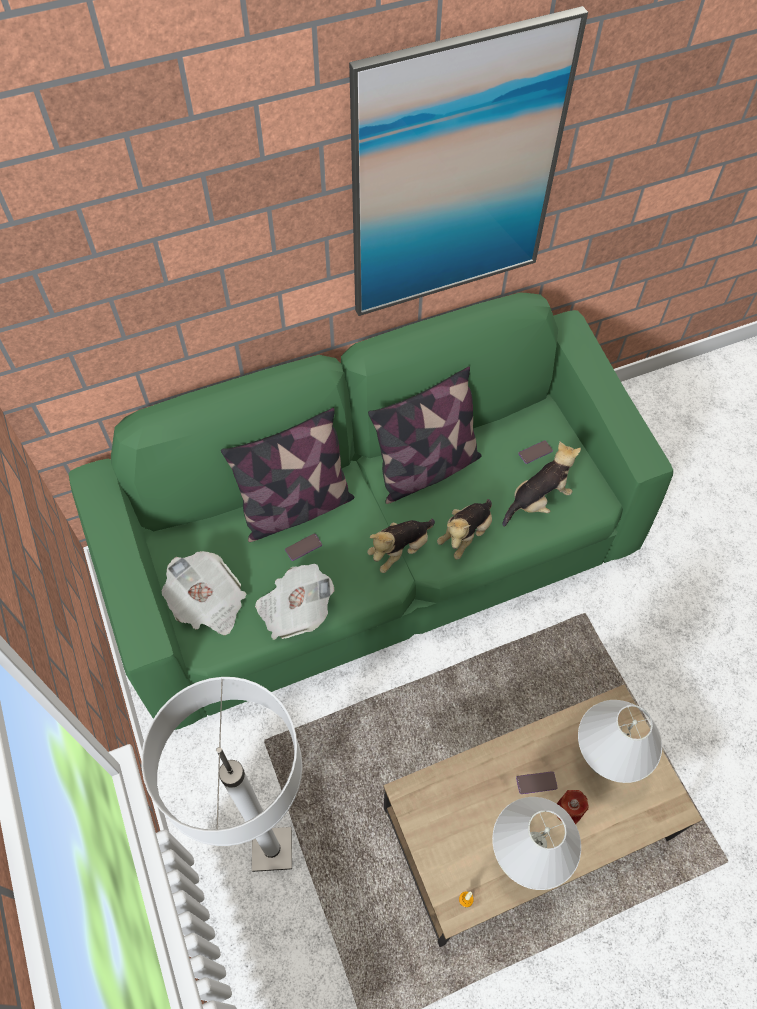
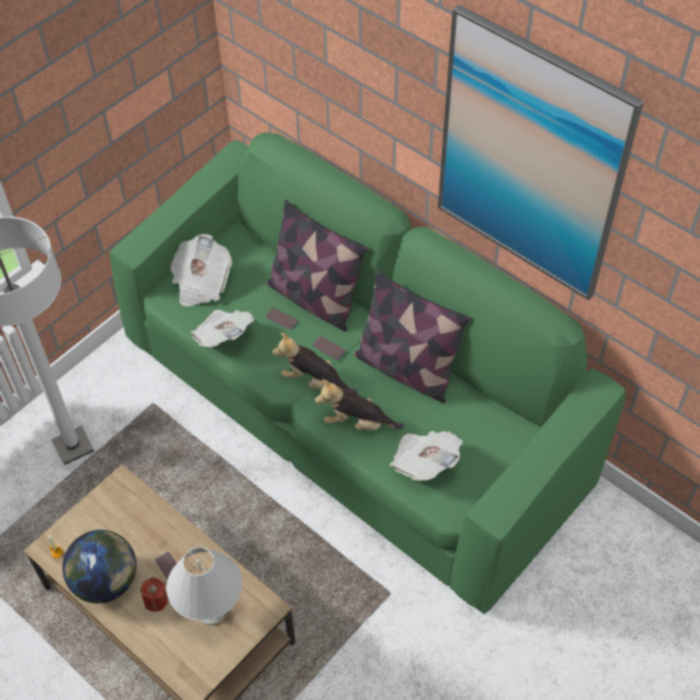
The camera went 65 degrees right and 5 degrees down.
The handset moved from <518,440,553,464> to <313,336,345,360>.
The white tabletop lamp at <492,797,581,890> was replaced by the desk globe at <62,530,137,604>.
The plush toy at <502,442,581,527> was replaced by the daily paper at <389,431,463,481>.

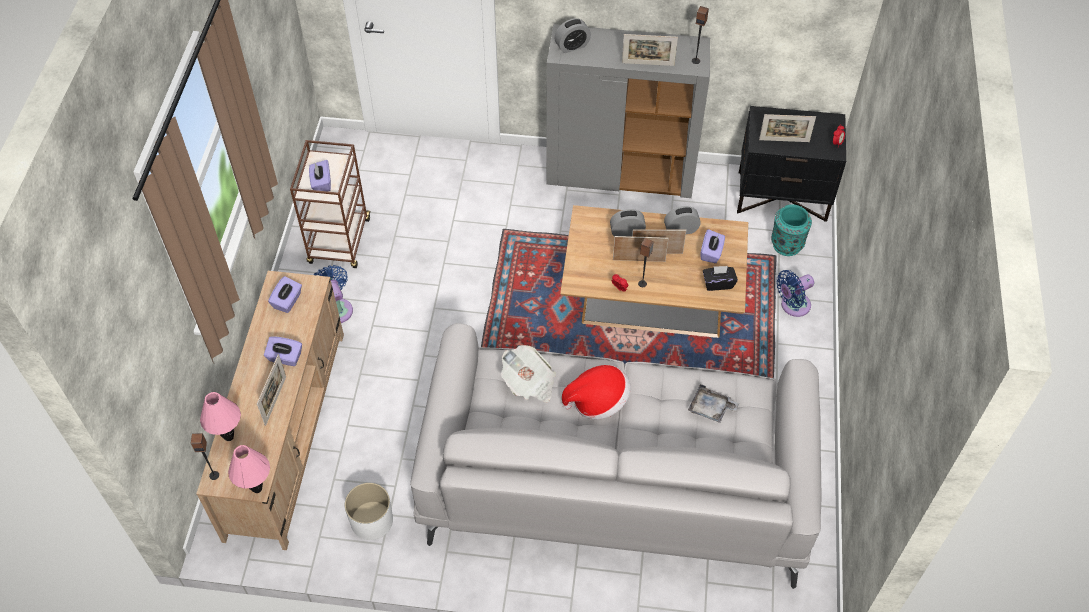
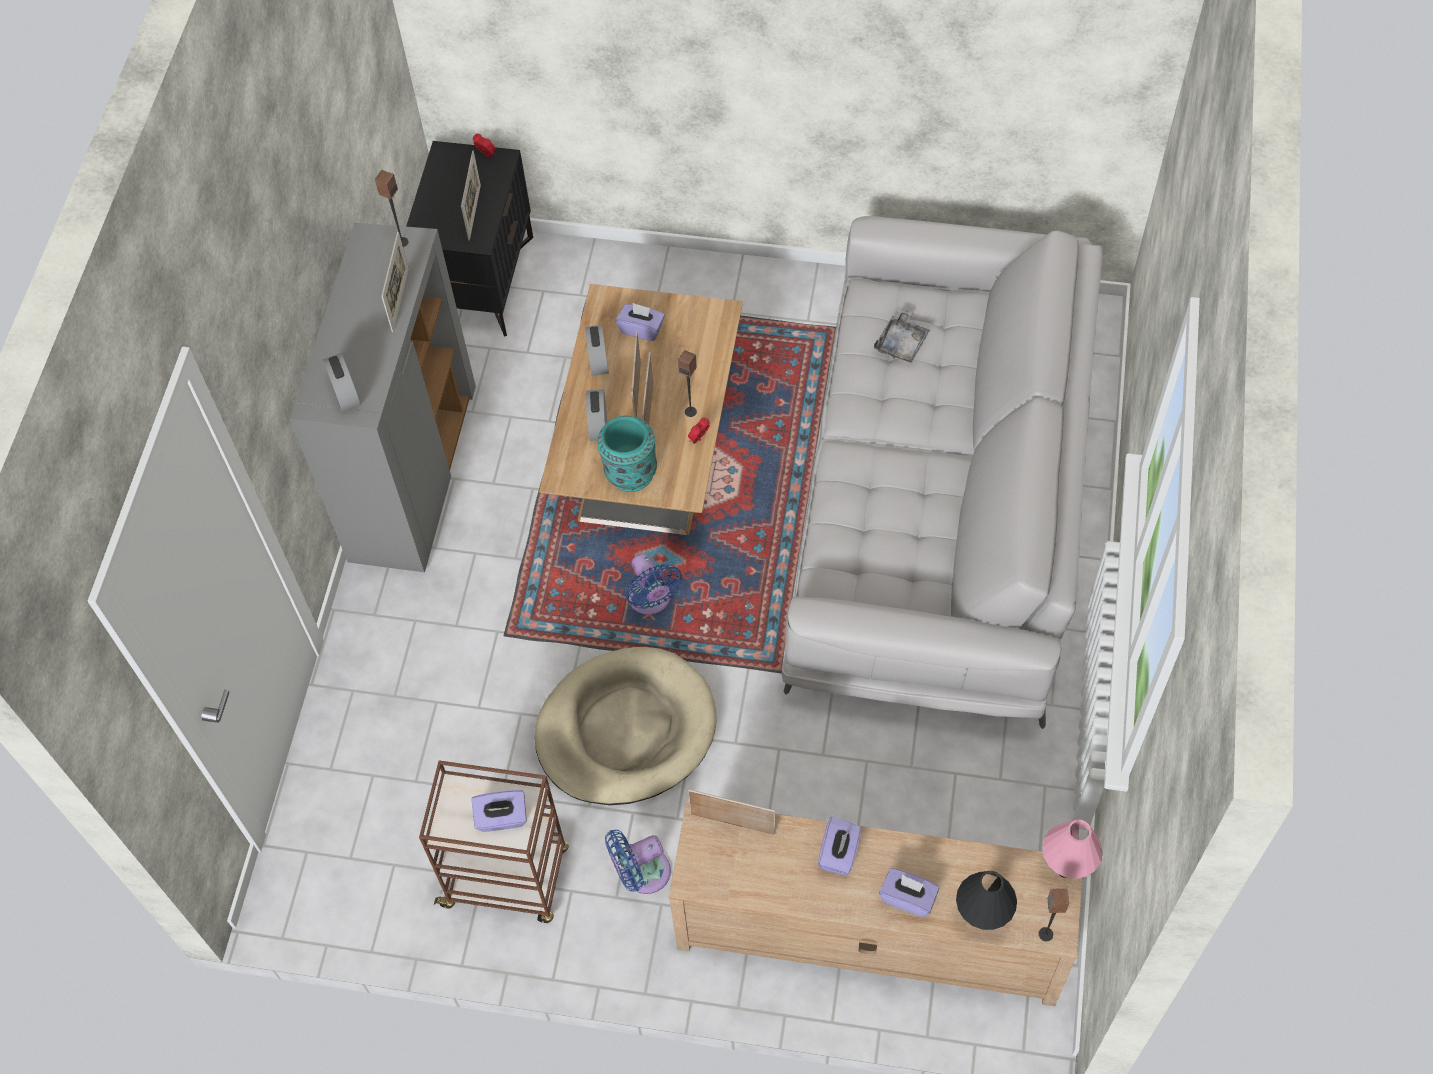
The camera went 85 degrees left and 5 degrees up.
The white flower pot at <345,483,393,540> disappeared.
The daily paper at <501,345,556,403> disappeared.
The clothing hat at <562,365,631,420> disappeared.
The black tissue box at <703,266,738,291> disappeared.
The beige-coloured dog cushion at <535,647,717,805> appeared.
The photo frame moved from <257,354,286,426> to <688,789,775,835>.
The purple-coloured tissue box moved from <268,276,302,313> to <879,868,939,918>.
The turquoise-coloured decorative vase moved from <771,205,812,256> to <597,415,657,492>.
The bluish fan moved from <776,270,814,317> to <626,553,683,615>.
The pink-coloured tabletop lamp at <200,392,241,441> became the black tabletop lamp at <956,871,1017,930>.

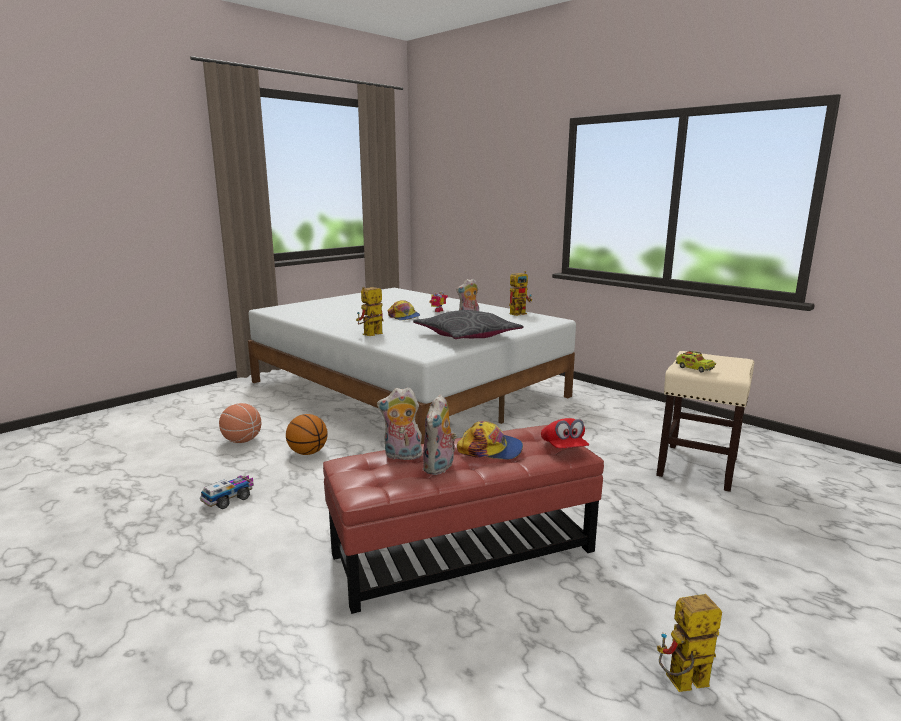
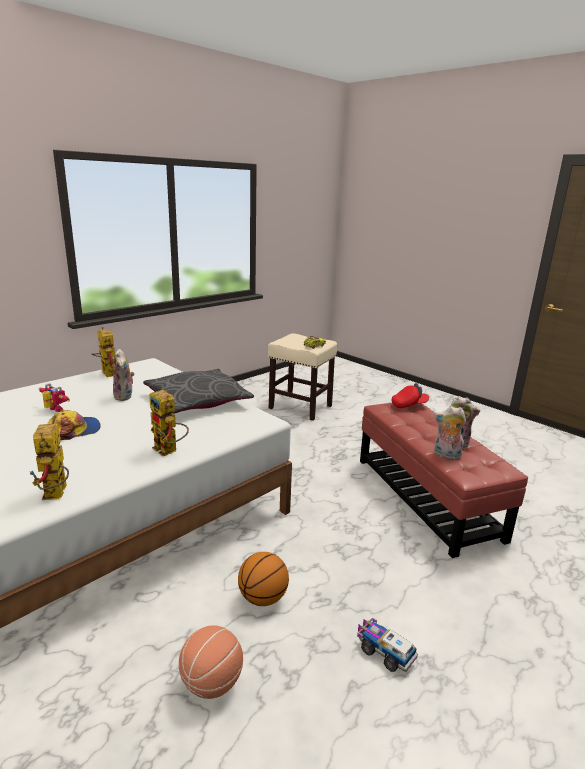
The camera went 90 degrees left and 5 degrees up.
The baseball cap at <457,421,523,460> disappeared.
The robot figure moved from <657,594,722,692> to <29,424,69,500>.
The plush toy at <377,387,422,462> turned 105 degrees clockwise.

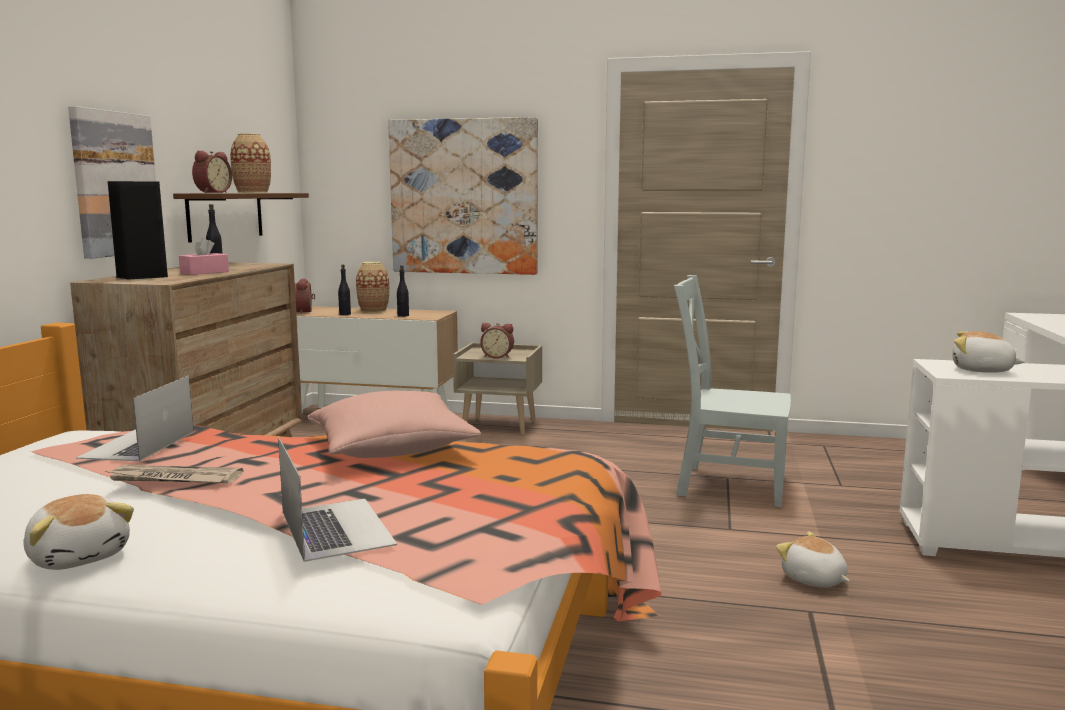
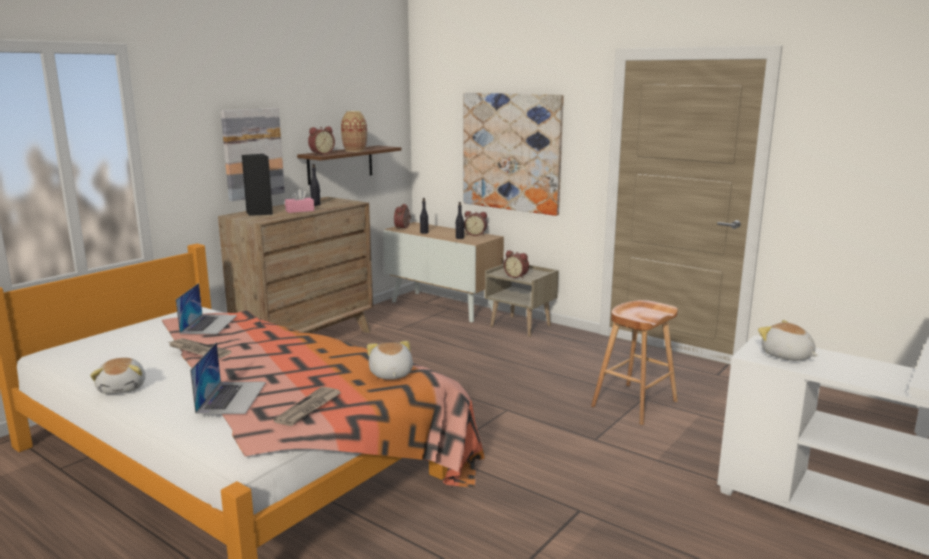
The camera went 25 degrees right and 5 degrees up.
The pink-coloured cushion at <307,391,481,458> disappeared.
The decorative vase at <356,262,389,313> disappeared.
The daily paper at <274,387,341,426> appeared.
The alarm clock at <464,211,487,236> appeared.
The plush toy moved from <776,531,850,587> to <367,341,413,380>.
The grey chair at <674,275,791,507> was replaced by the brownish sitting stool at <591,300,678,425>.
The notebook computer at <76,376,194,461> turned 150 degrees clockwise.

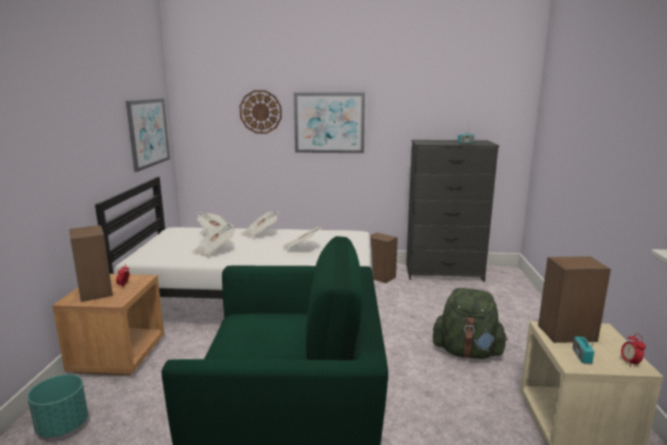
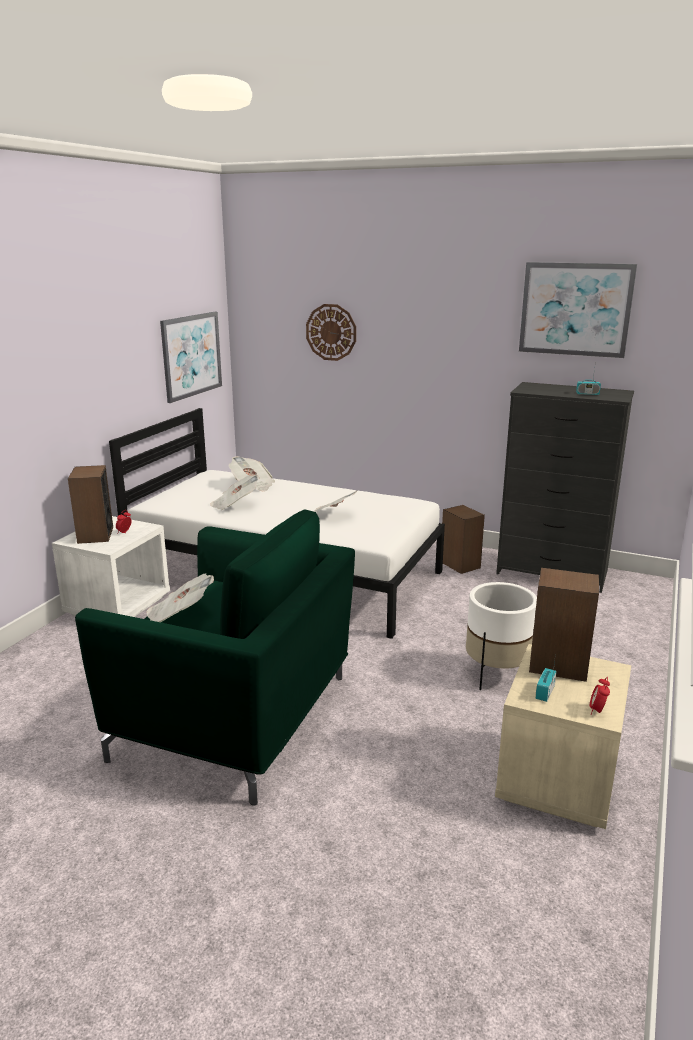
The camera went 20 degrees right and 5 degrees up.
The turquoise-coloured flower pot at <27,375,88,438> disappeared.
The daily paper moved from <240,211,279,237> to <146,573,214,622>.
The wall picture moved from <294,92,365,153> to <519,262,637,358>.
The green backpack at <433,288,508,359> was replaced by the white flower pot at <466,582,537,690>.
The brownish bedside table at <52,274,165,375> became the white bedside table at <52,516,170,617>.

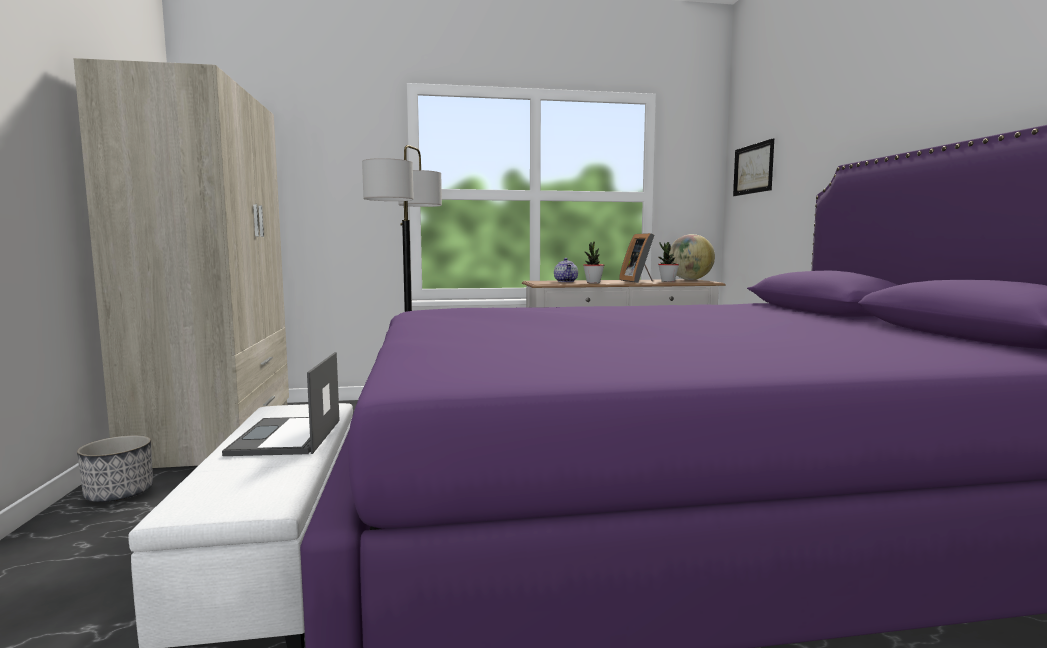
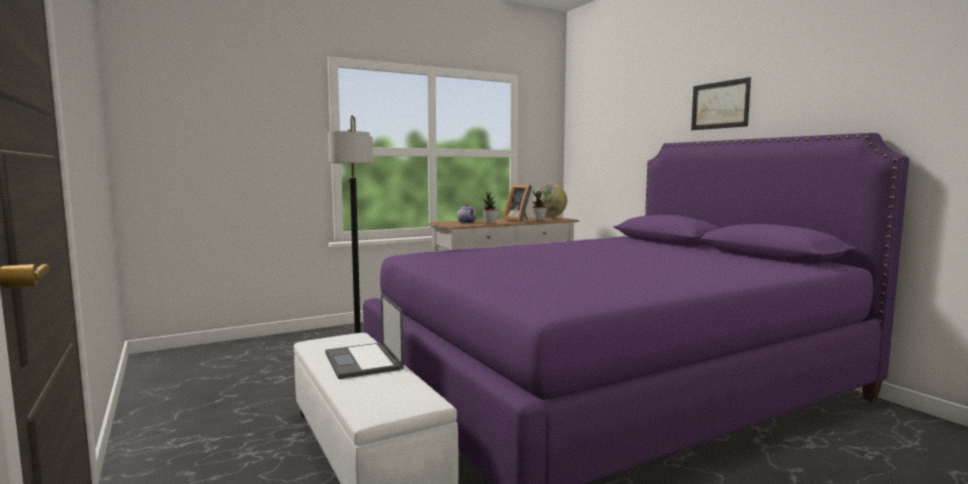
The camera went 20 degrees left and 0 degrees up.
The beige-coloured wardrobe at <73,58,289,468> disappeared.
The flower pot at <77,435,153,502> disappeared.
The wall picture moved from <733,138,774,196> to <691,77,751,130>.

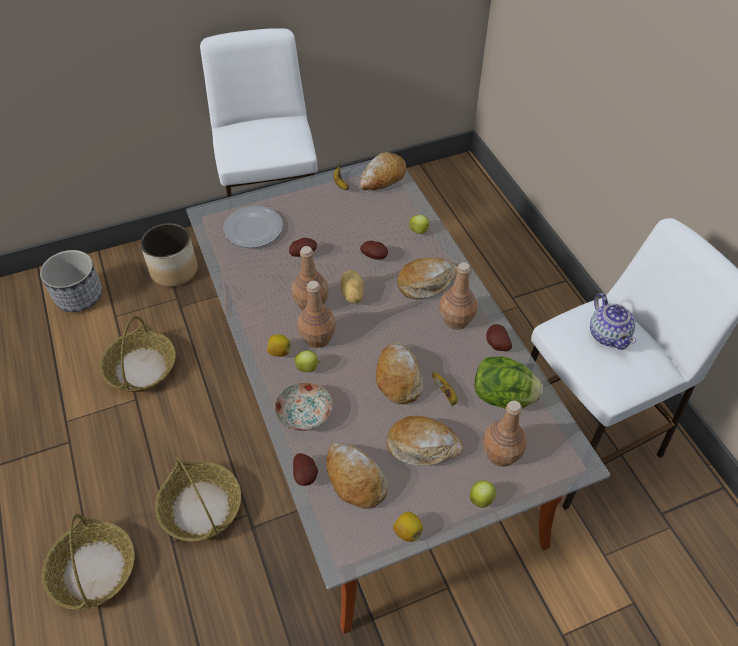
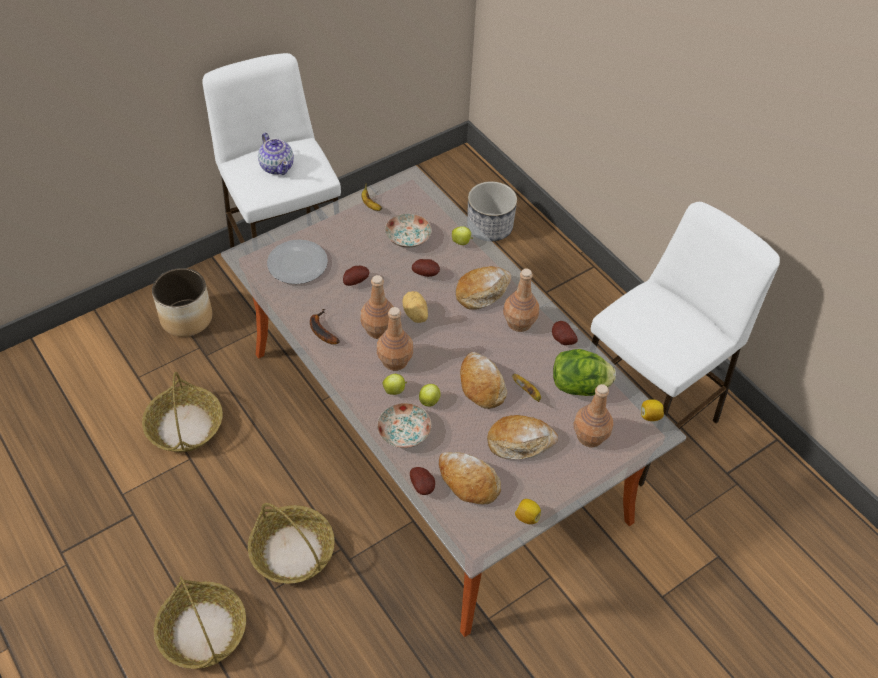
The camera went 15 degrees left and 0 degrees up.
The bakery bread at <360,152,406,190> disappeared.
The whole banana at <310,309,339,344> appeared.
The dinner plate at <385,214,432,248> appeared.
The flower pot moved from <40,250,102,312> to <467,181,517,241>.
The lemon moved from <267,334,291,357> to <641,399,664,421>.
The whole apple moved from <470,481,496,508> to <419,384,441,406>.
The tea pot moved from <590,293,636,350> to <258,133,294,175>.

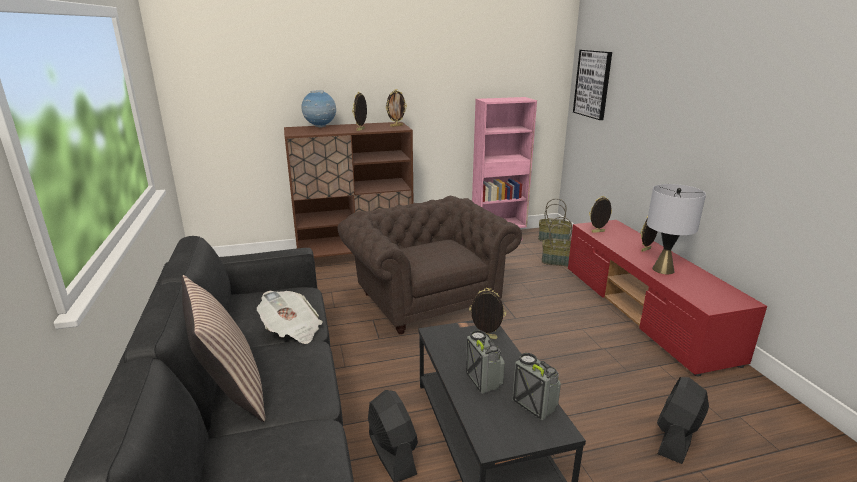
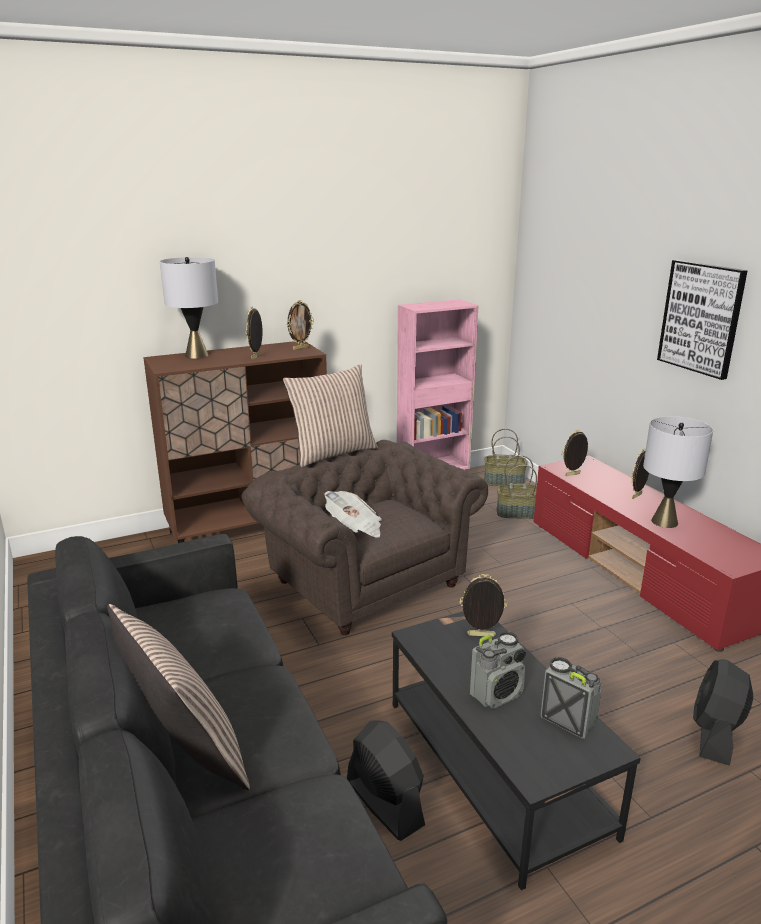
The camera went 10 degrees left and 0 degrees up.
The cushion at <283,364,378,467> appeared.
The daily paper moved from <257,291,322,344> to <325,491,382,537>.
The wall picture moved from <573,50,612,120> to <657,260,748,380>.
The desk globe at <302,90,336,127> was replaced by the grey tabletop lamp at <160,257,218,359>.
The radio receiver at <466,330,505,394> turned 90 degrees clockwise.

